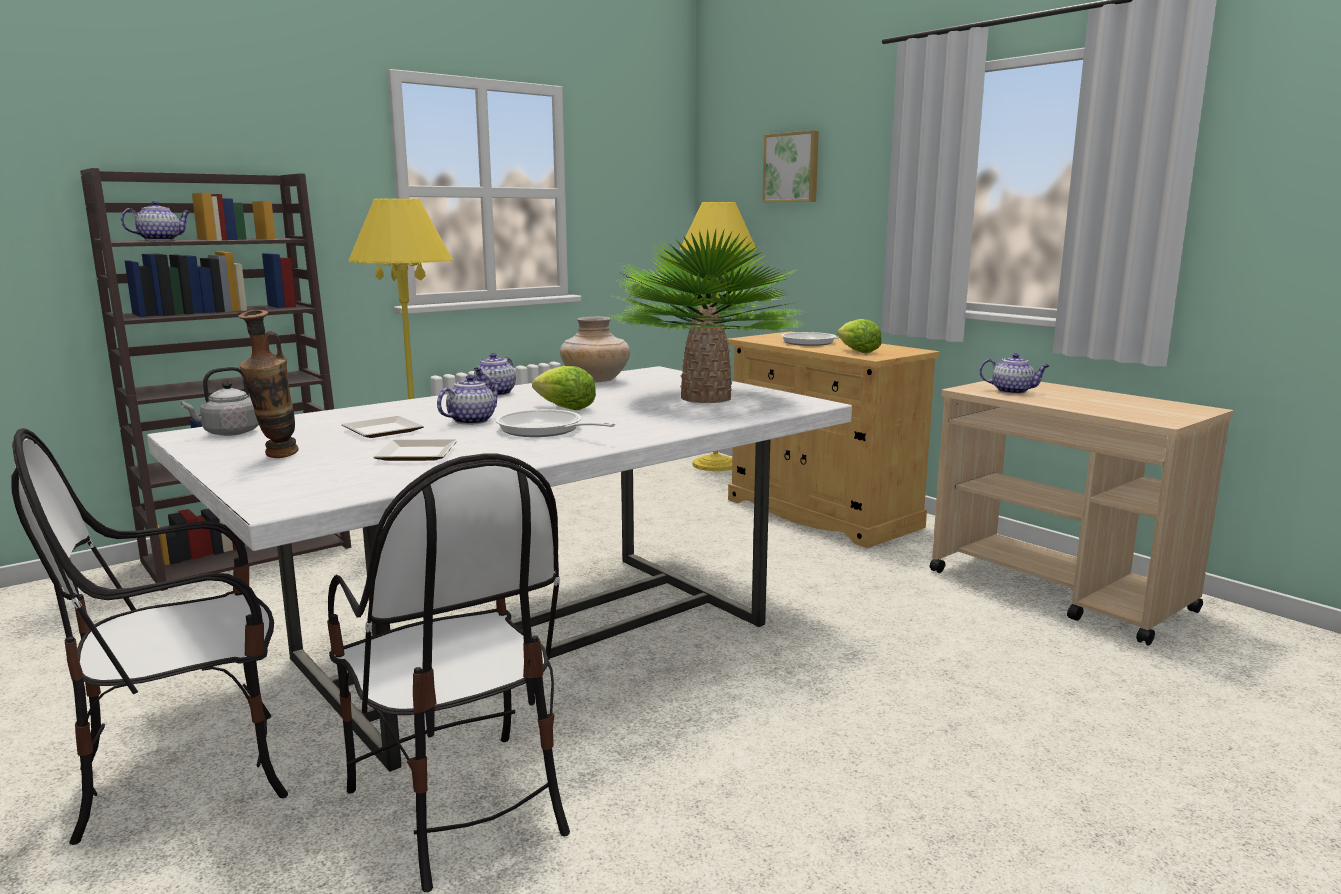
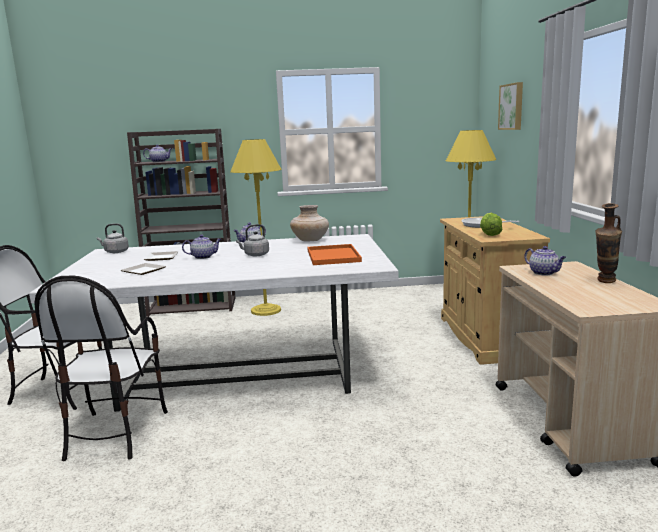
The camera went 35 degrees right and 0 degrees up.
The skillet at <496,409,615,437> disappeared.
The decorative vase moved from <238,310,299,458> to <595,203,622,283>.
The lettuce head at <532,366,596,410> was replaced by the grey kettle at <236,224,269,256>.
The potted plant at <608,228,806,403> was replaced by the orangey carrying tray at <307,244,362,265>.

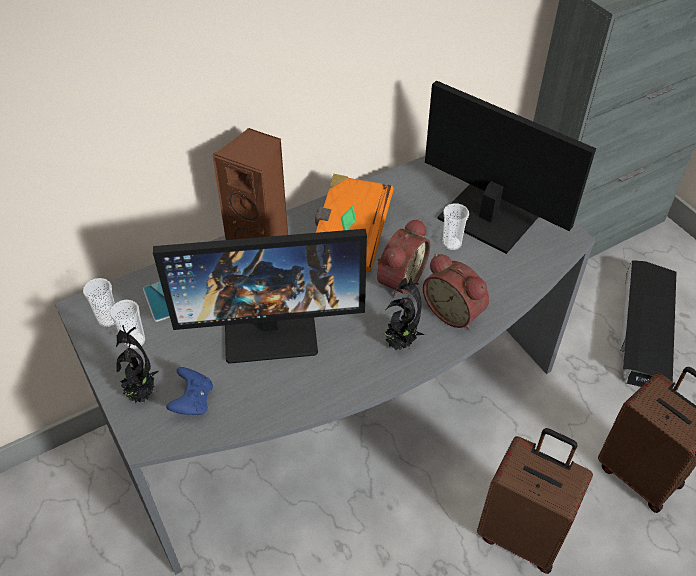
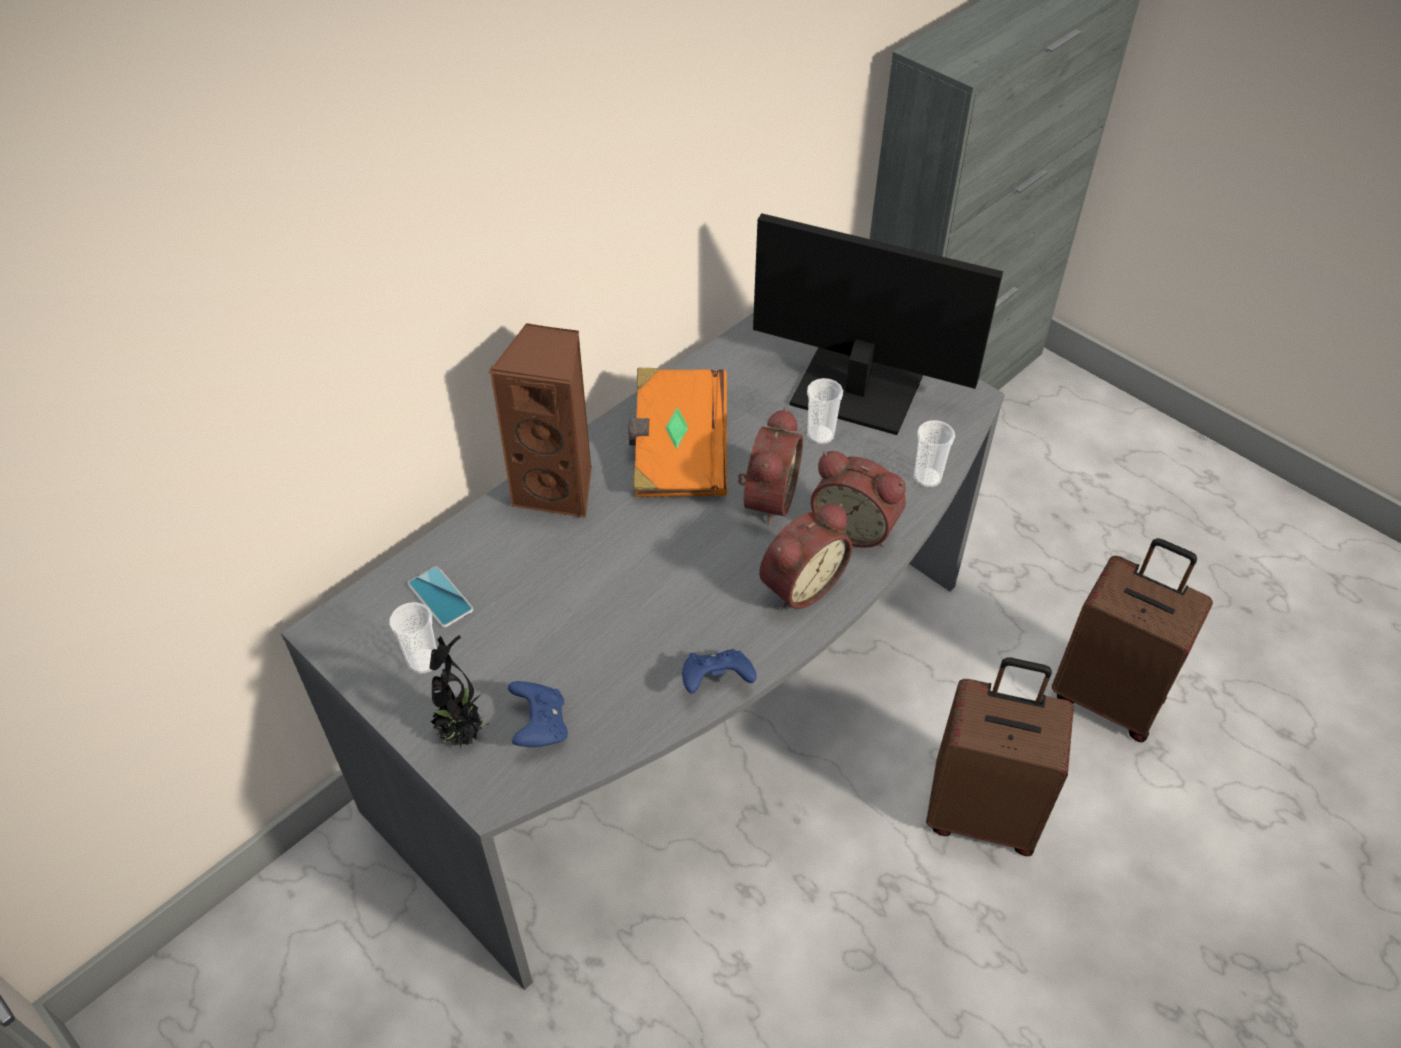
The camera went 15 degrees left and 0 degrees up.
The computer screen at <153,229,367,364> disappeared.
The black storage container at <620,260,676,387> disappeared.
The bluish gamepad at <682,649,757,694> appeared.
The drinking cup moved from <83,278,115,327> to <914,420,955,488>.
The potted plant at <385,277,425,350> was replaced by the alarm clock at <759,503,853,611>.

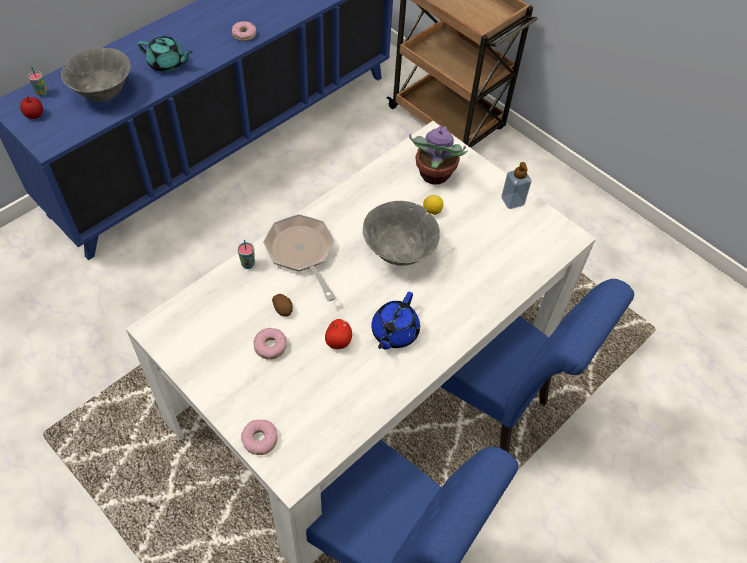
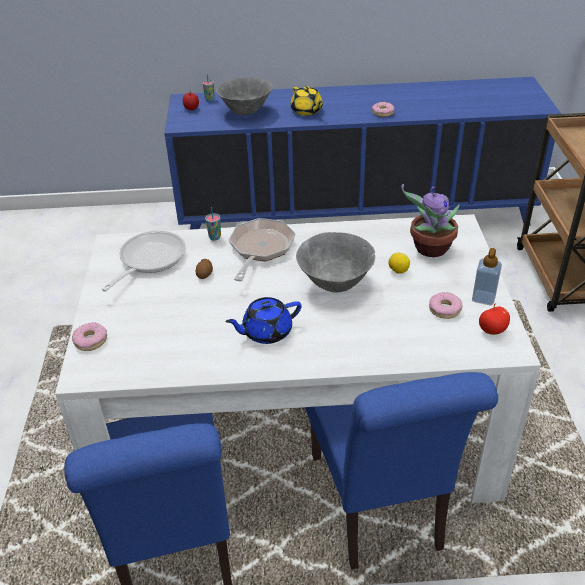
The camera went 45 degrees right and 15 degrees down.
The skillet at <101,231,186,292> appeared.
The ring doughnut moved from <253,328,287,360> to <429,292,462,319>.
The whole apple moved from <325,319,352,349> to <479,303,510,335>.
The turquoise-coloured tea pot at <137,36,193,72> became the yellow-coloured tea pot at <290,86,323,116>.

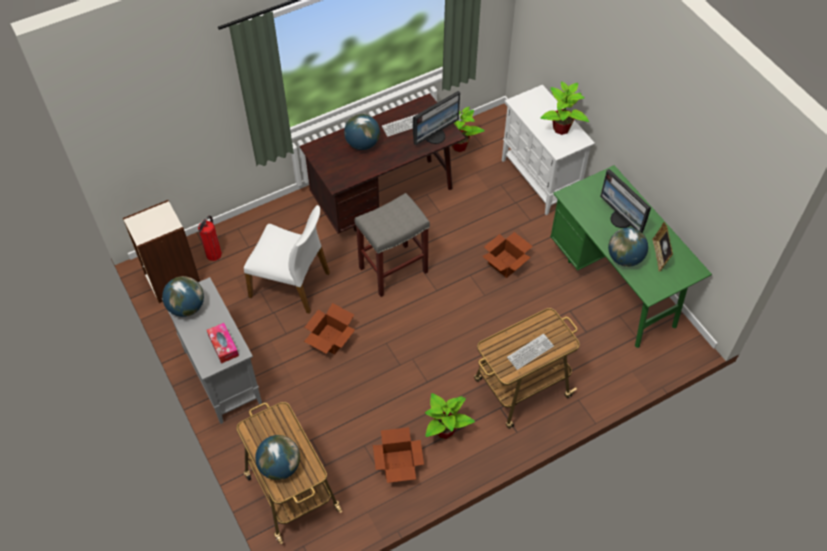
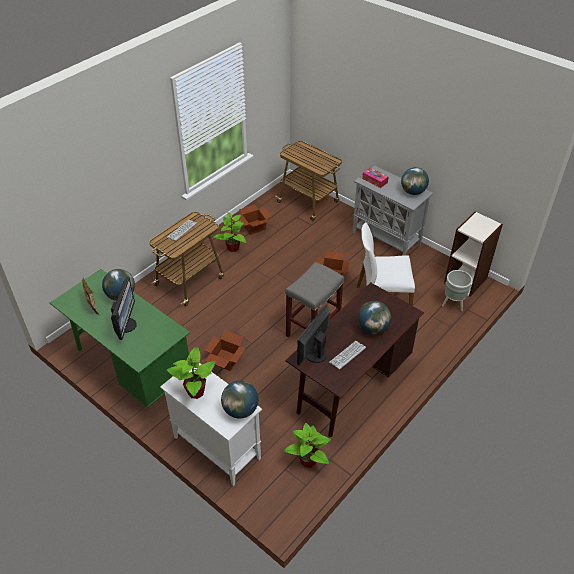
The camera went 160 degrees right and 10 degrees down.
The desk globe moved from <255,435,300,480> to <221,381,259,418>.
The extinguisher at <198,215,222,261> was replaced by the grey flower pot at <442,270,472,311>.
The computer screen at <600,169,651,233> turned 60 degrees clockwise.

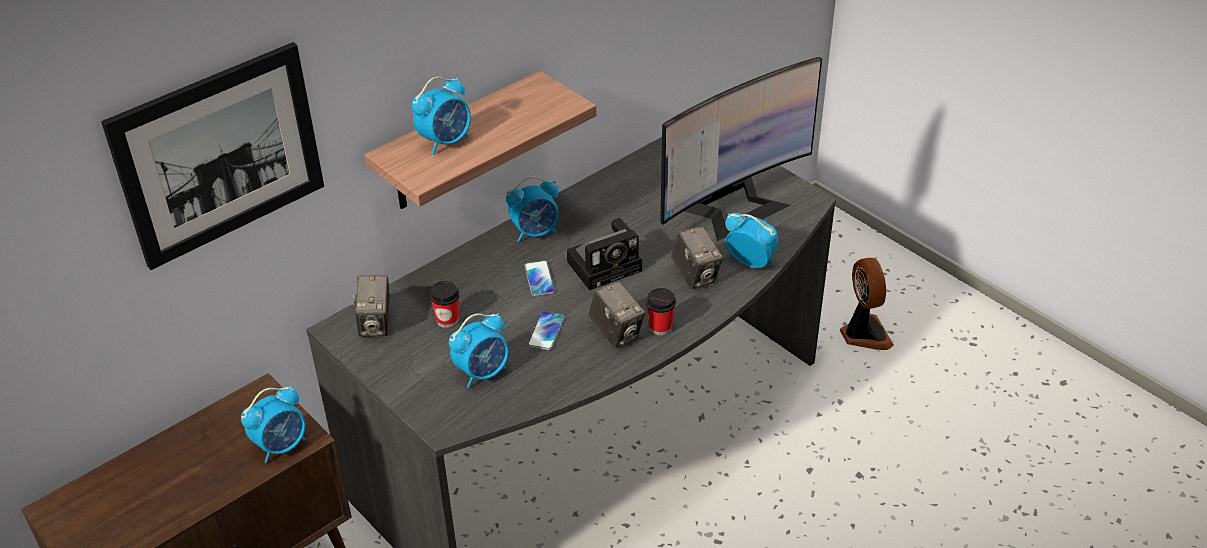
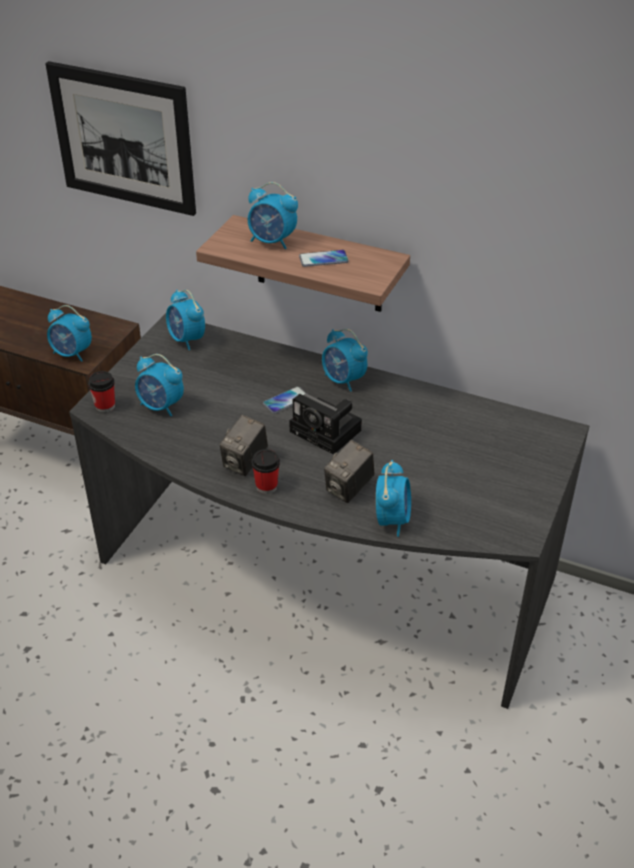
The camera went 65 degrees right and 0 degrees up.
The computer screen at <660,57,822,241> disappeared.
The fan at <840,258,894,350> disappeared.
The drinking cup moved from <429,281,459,328> to <88,371,115,413>.
The handset moved from <528,311,565,350> to <299,250,349,267>.
The photo camera at <353,275,390,336> was replaced by the alarm clock at <166,290,205,350>.

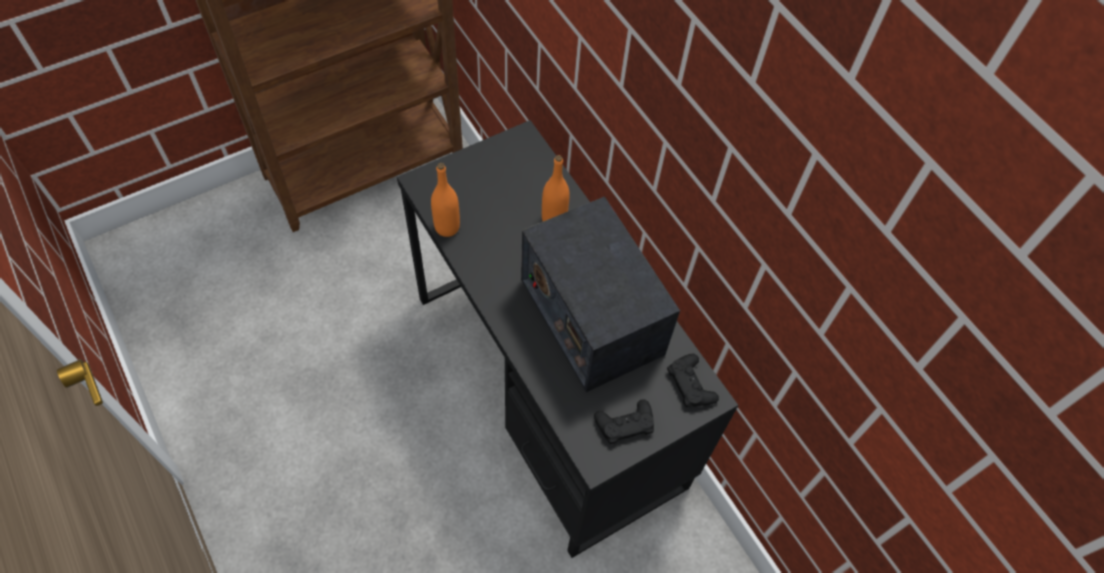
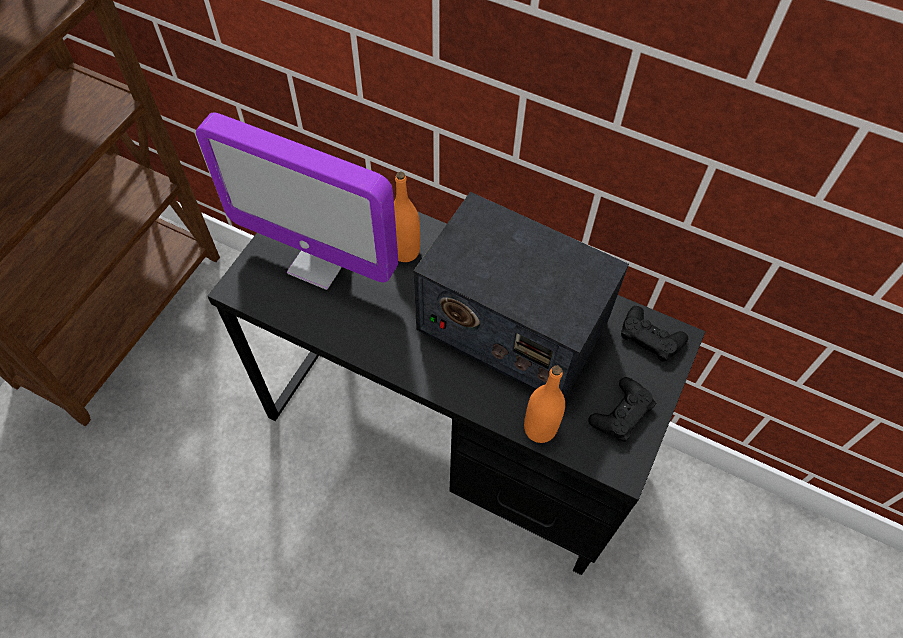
The camera went 30 degrees left and 0 degrees up.
The computer screen at <196,112,398,290> appeared.
The orangey bottle moved from <431,163,460,237> to <524,365,565,443>.

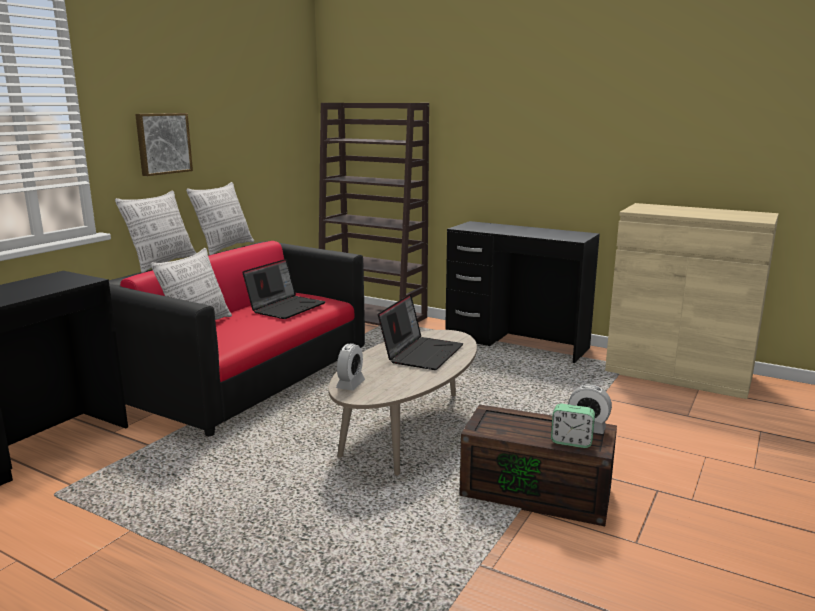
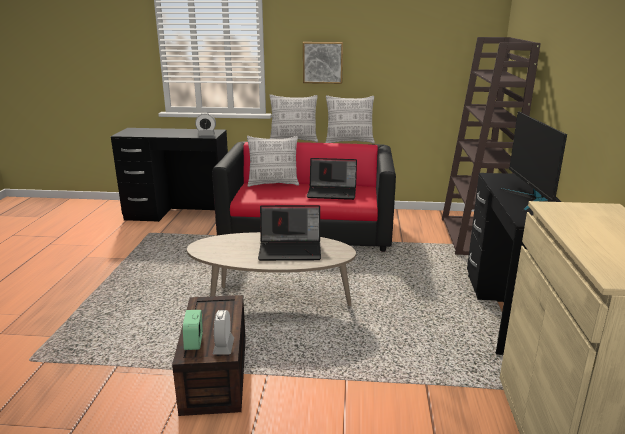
The camera went 65 degrees right and 5 degrees up.
The computer screen at <499,111,567,211> appeared.
The alarm clock moved from <336,343,365,390> to <195,113,216,136>.

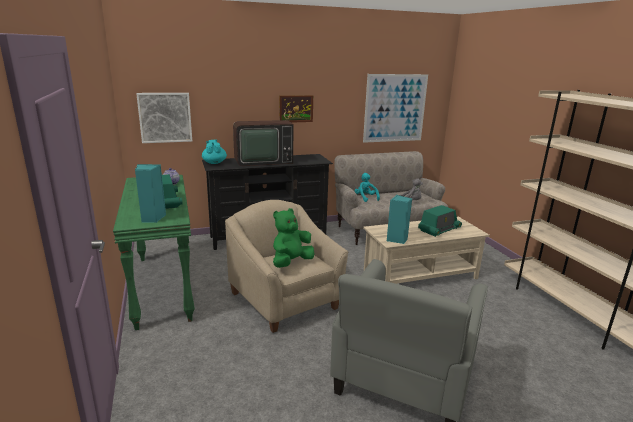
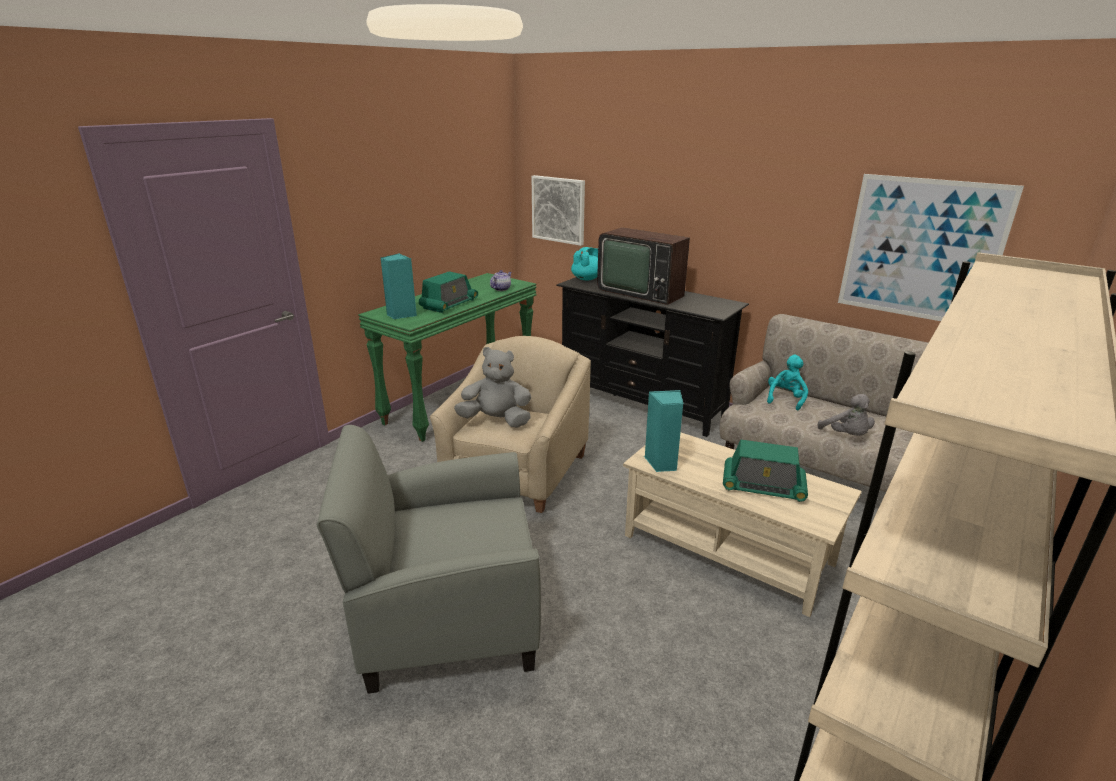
The camera went 55 degrees right and 5 degrees up.
The wall picture at <279,95,313,123> disappeared.
The green plush toy at <273,208,315,268> became the grey plush toy at <454,347,531,428>.

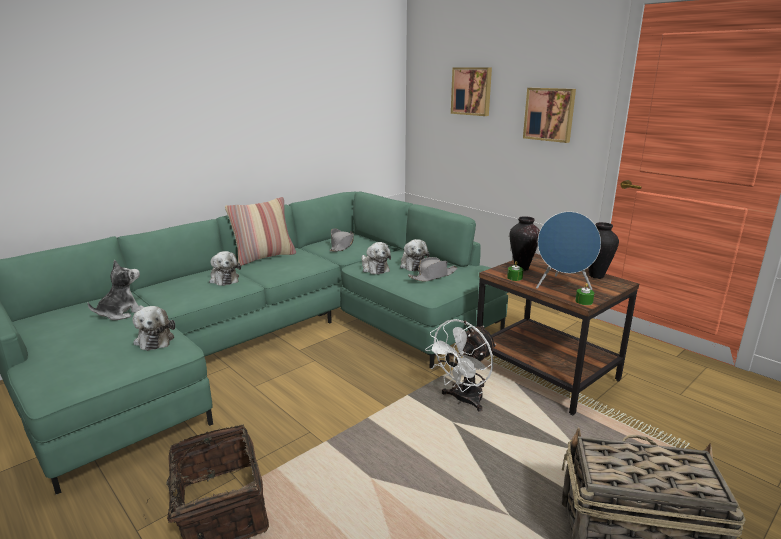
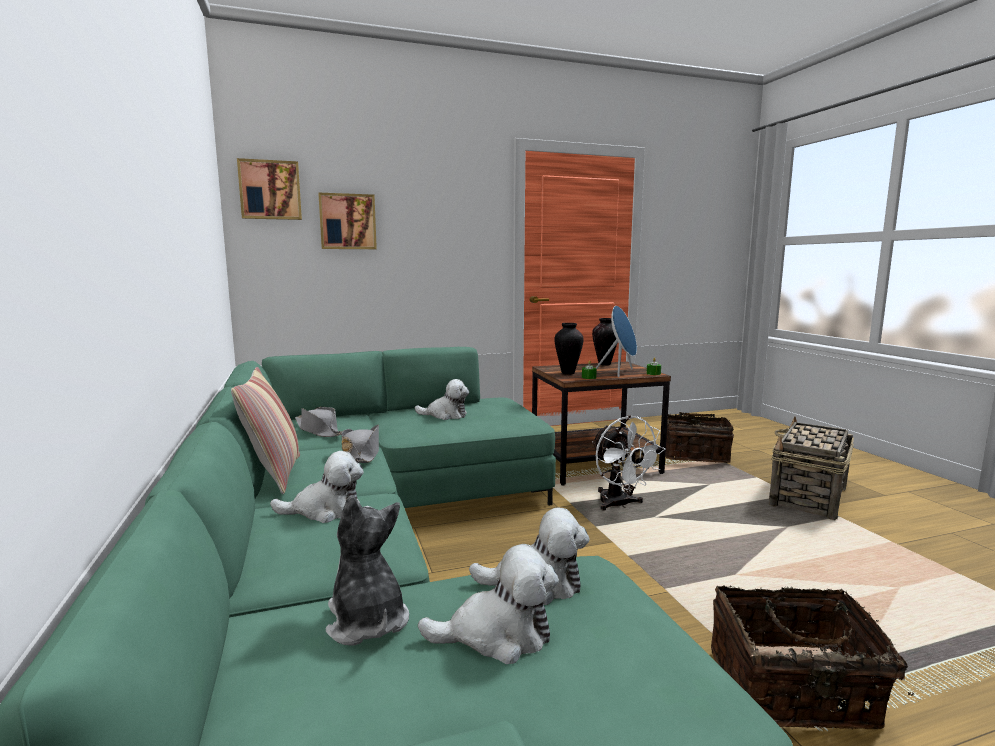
The camera went 65 degrees left and 10 degrees down.
The household basket at <665,412,734,463> appeared.
The plush toy moved from <362,242,391,275> to <418,544,559,664>.
The grey clothing hat moved from <408,257,458,282> to <341,425,379,463>.
The wall picture moved from <523,88,576,143> to <237,158,302,220>.

